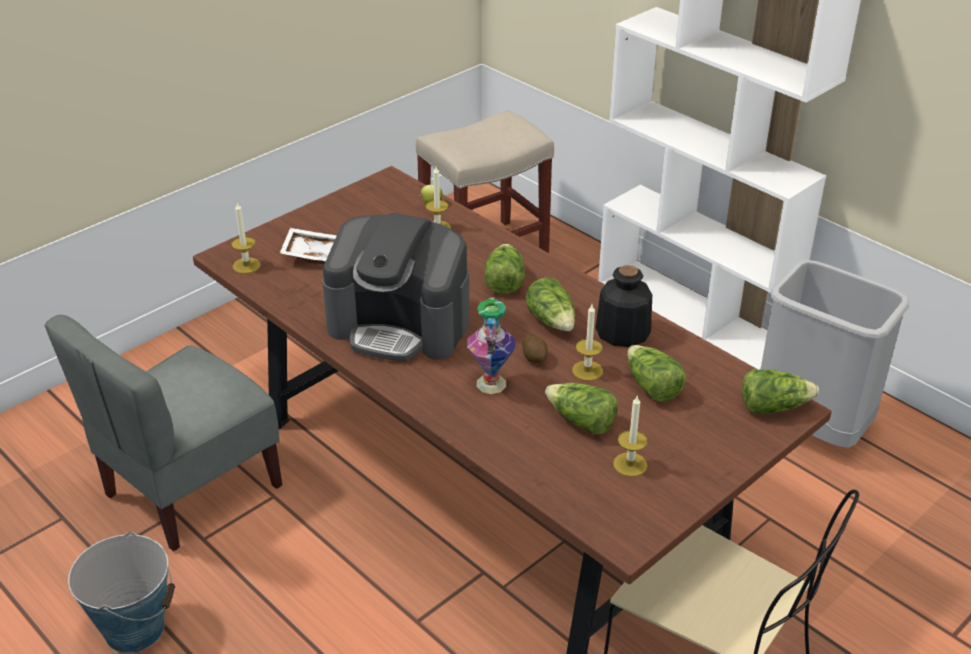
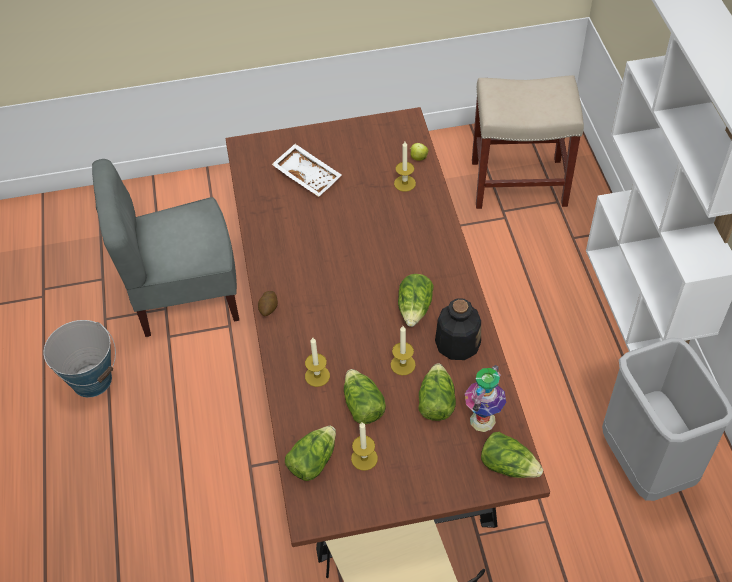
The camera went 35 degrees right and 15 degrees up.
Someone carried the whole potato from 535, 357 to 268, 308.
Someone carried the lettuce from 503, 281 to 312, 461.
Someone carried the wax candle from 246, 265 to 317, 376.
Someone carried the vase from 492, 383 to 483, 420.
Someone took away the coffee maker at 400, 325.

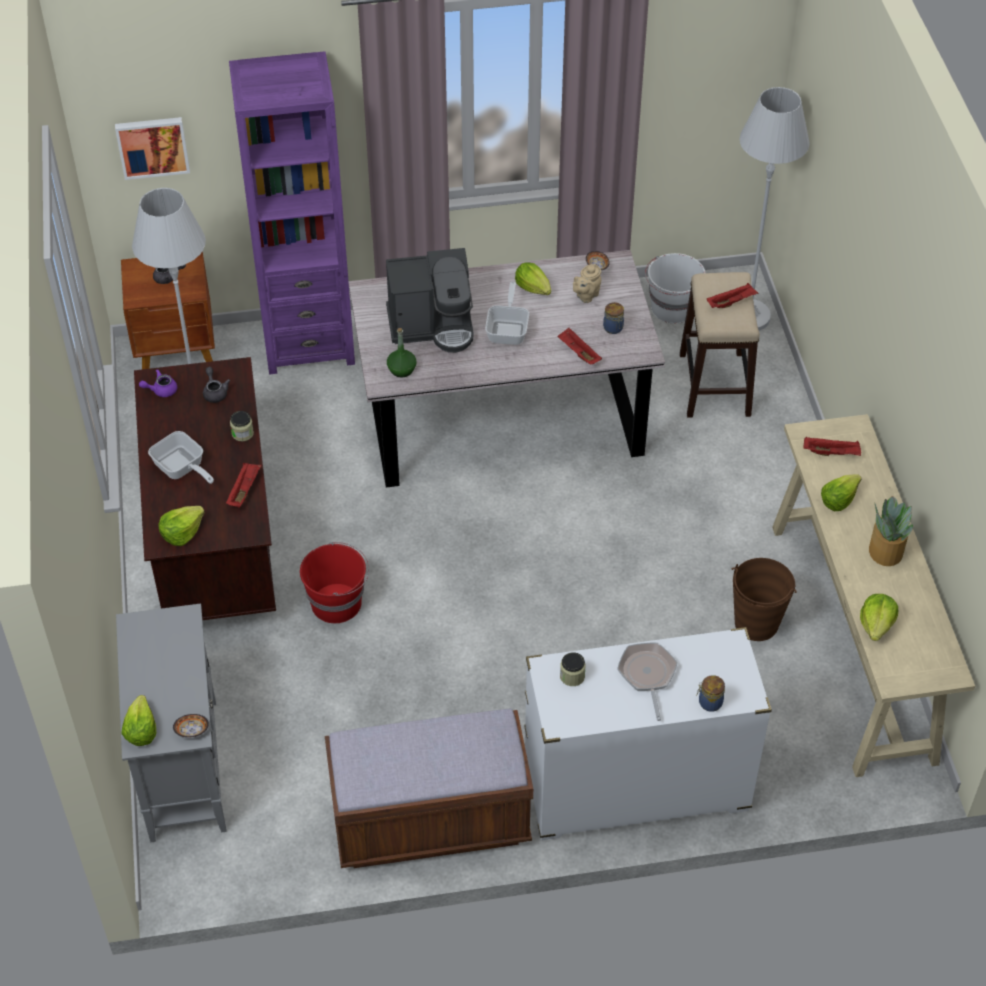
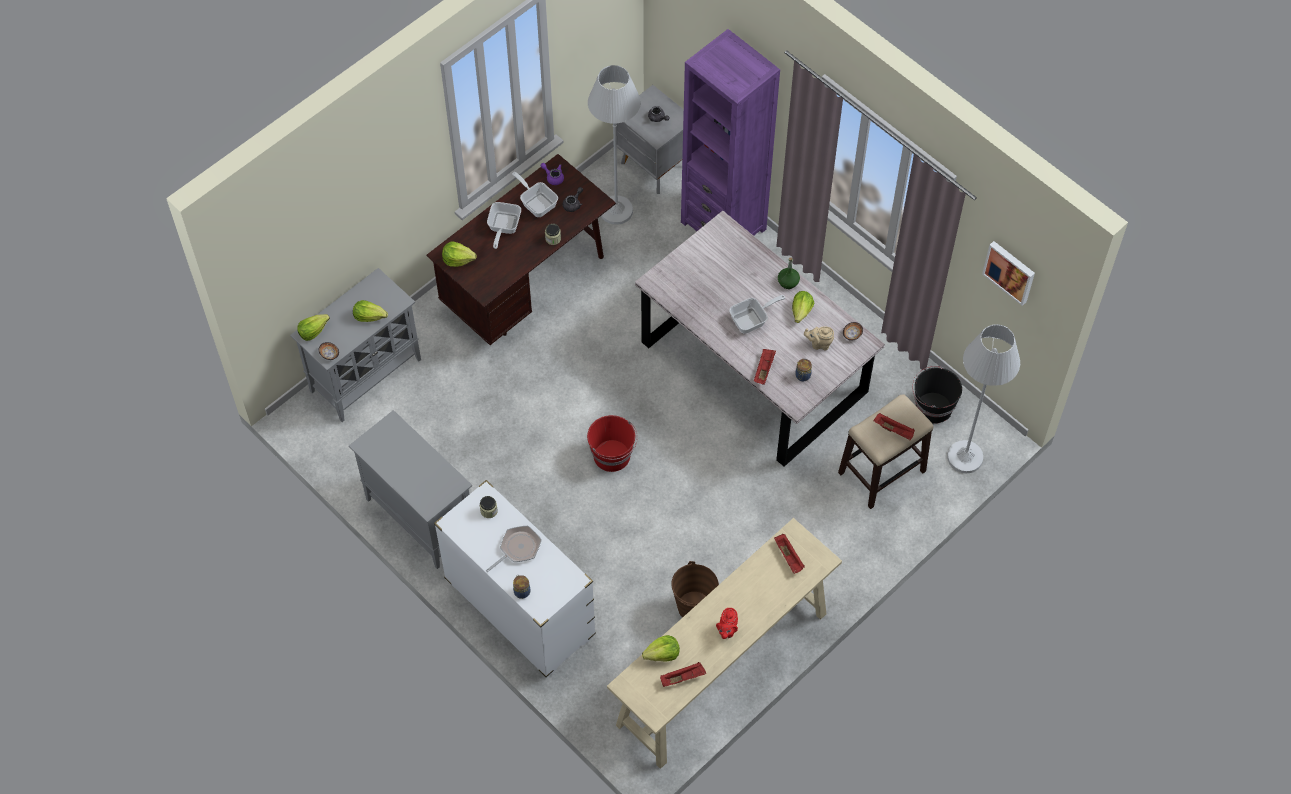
The camera went 55 degrees right and 10 degrees up.
Someone swapped the brown indoor bench at 430, 822 for the grey cabinet at 419, 517.
Someone carried the lettuce from 838, 499 to 369, 316.
Someone put down the frying pan at 536, 202.
Someone carried the reddish bucket from 337, 602 to 612, 456.
Someone repainted the brown night table at 179, 356, which became the grey night table at 656, 166.
Someone carried the reddish tray from 244, 490 to 683, 677.
Someone swapped the plant in a pot at 885, 552 for the reddish tea pot at 727, 630.
Someone carried the greenish drink bottle from 401, 369 to 788, 282.
Someone repainted the white-coloured bucket at 672, 308, which became the black bucket at 932, 407.
Someone carried the wall art from 152, 146 to 1010, 271.
Someone took away the coffee maker at 433, 326.

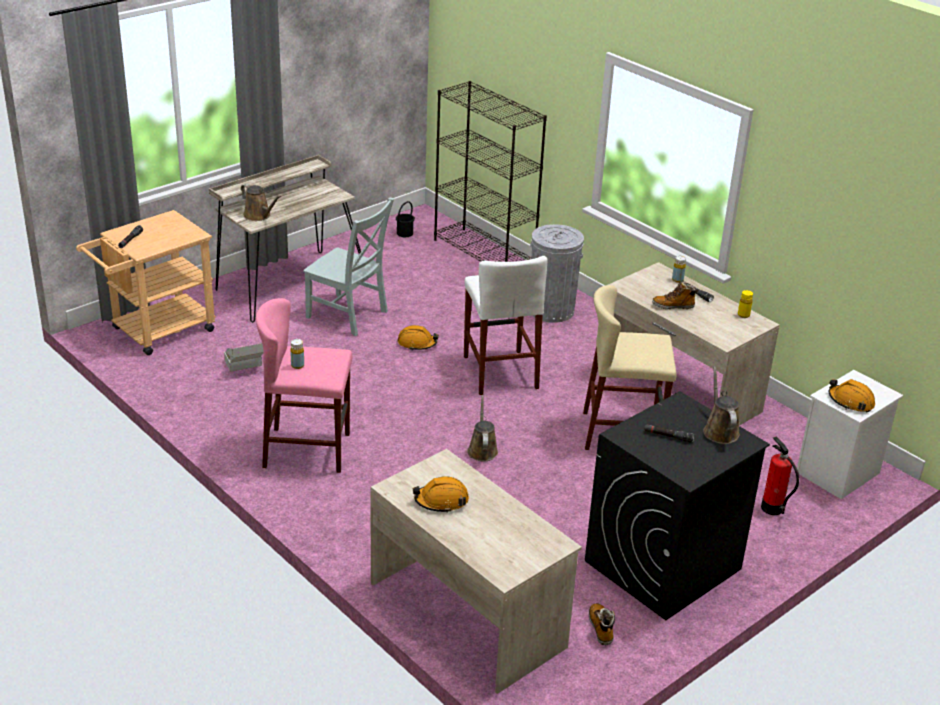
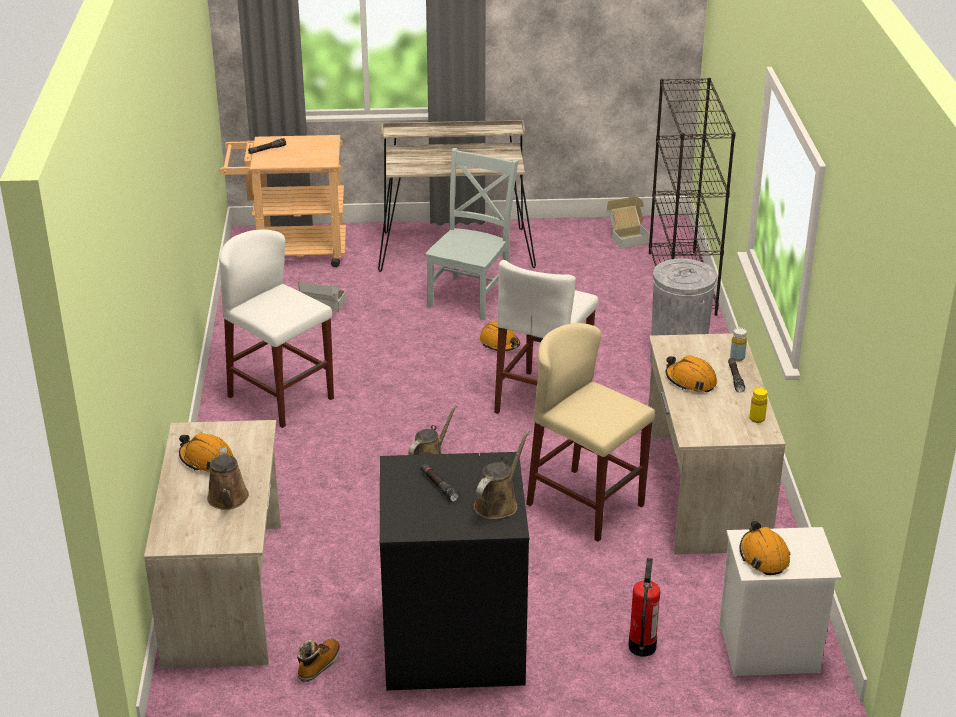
The camera went 40 degrees right and 0 degrees up.
Someone carried the brown watering can from 259, 216 to 228, 500.
Someone repainted the pink-coloured stool seat at 307, 450, which became the white-coloured stool seat at 281, 397.
Someone rotated the grey chair at 349, 316 by 135 degrees counterclockwise.
Someone swapped the black bucket at 404, 233 for the packing box at 627, 237.
Someone swapped the tall boot at 673, 306 for the orangey safety helmet at 690, 381.
Someone took away the yellow drink bottle at 297, 365.

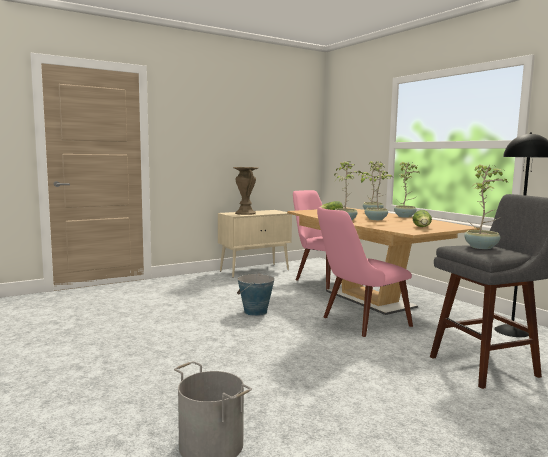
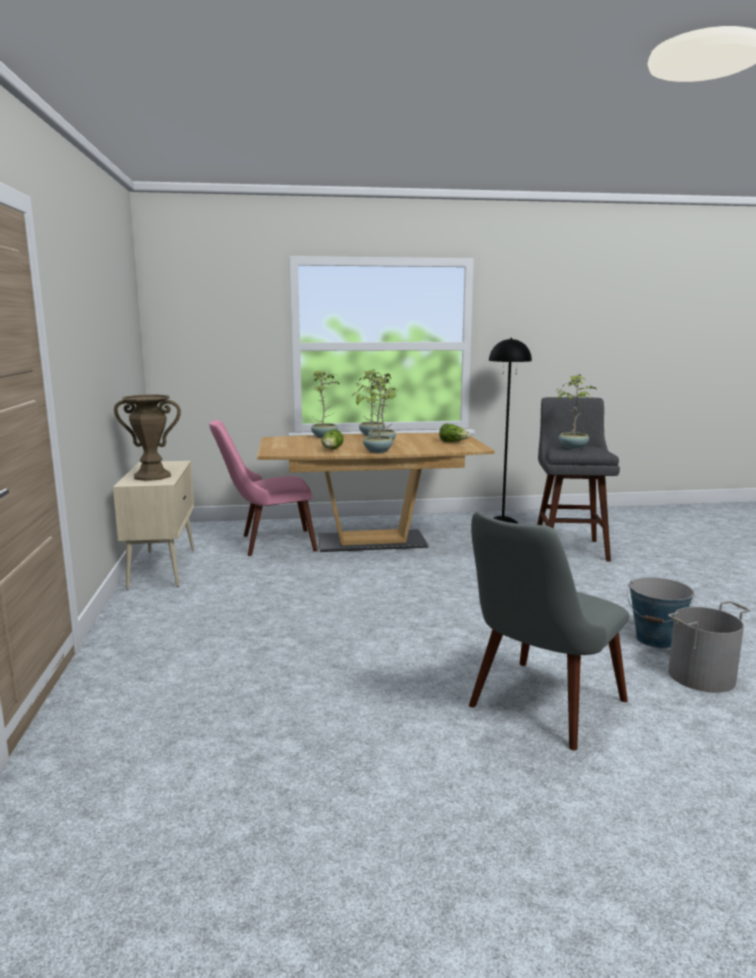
The camera went 65 degrees left and 5 degrees up.
Someone put down the grey chair at 537, 711.
Someone carried the bucket from 255, 312 to 656, 640.
Someone took away the pink-coloured chair at 358, 323.

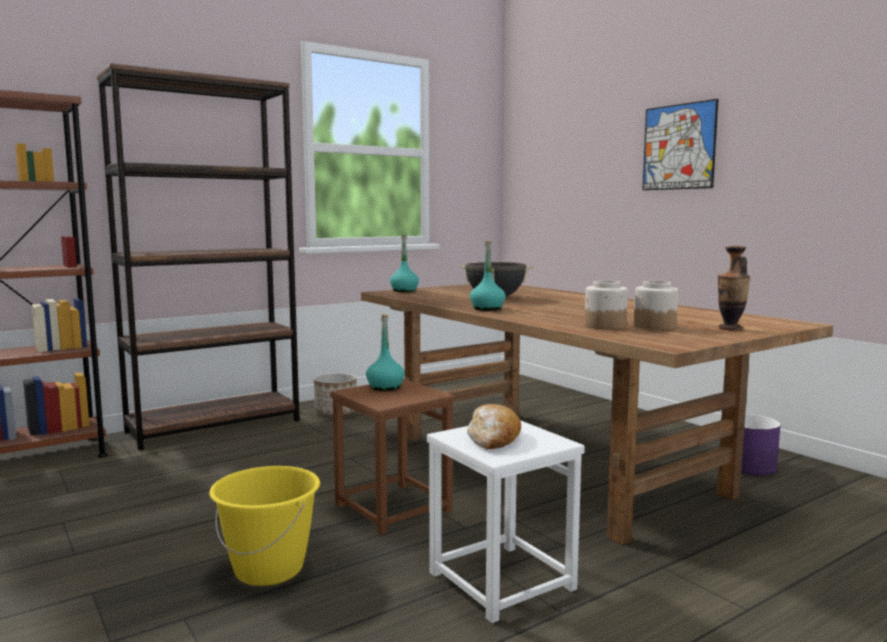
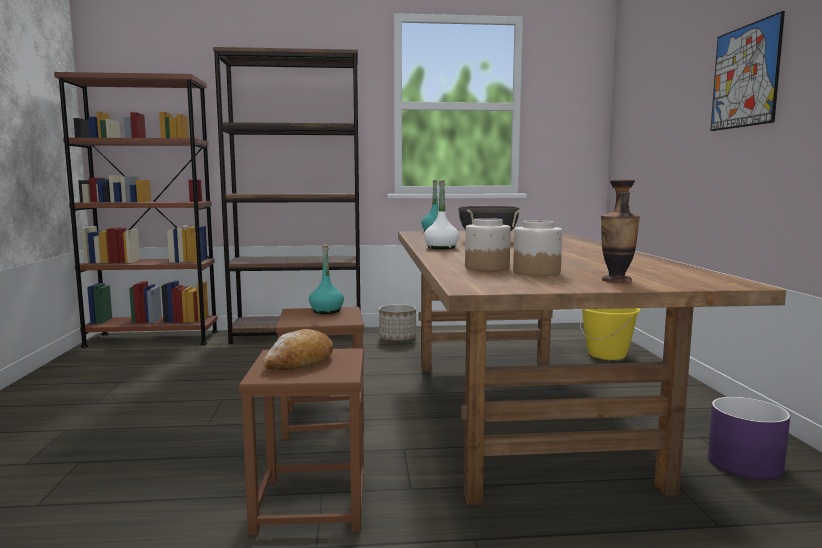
The camera went 30 degrees right and 0 degrees up.
Someone repainted the white-coloured stool seat at 500, 581, which became the brown stool seat at 310, 503.
Someone repainted the turquoise-coloured drink bottle at 487, 309, which became the white-coloured drink bottle at 441, 248.
Someone carried the yellow bucket from 269, 569 to 607, 354.

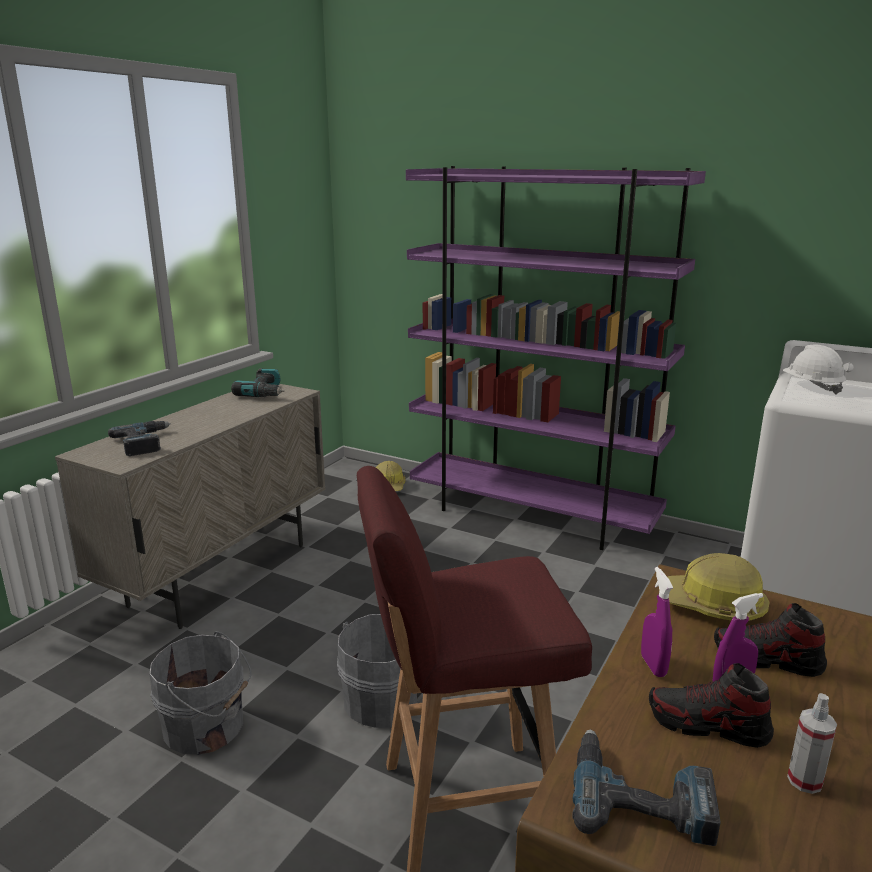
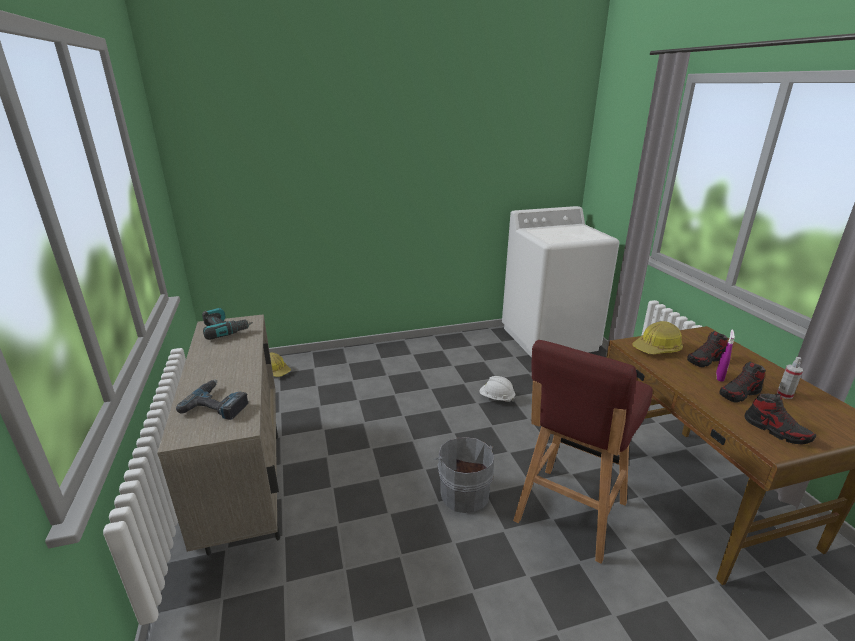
The camera went 45 degrees left and 5 degrees up.
Someone carried the white-coloured safety helmet from 811, 387 to 496, 398.
Someone swapped the electric drill at 640, 797 for the shoe at 776, 430.
Someone took away the grey bucket at 207, 728.
Someone took away the purplish bookshelf at 532, 515.
Someone took away the purplish spray bottle at 653, 666.

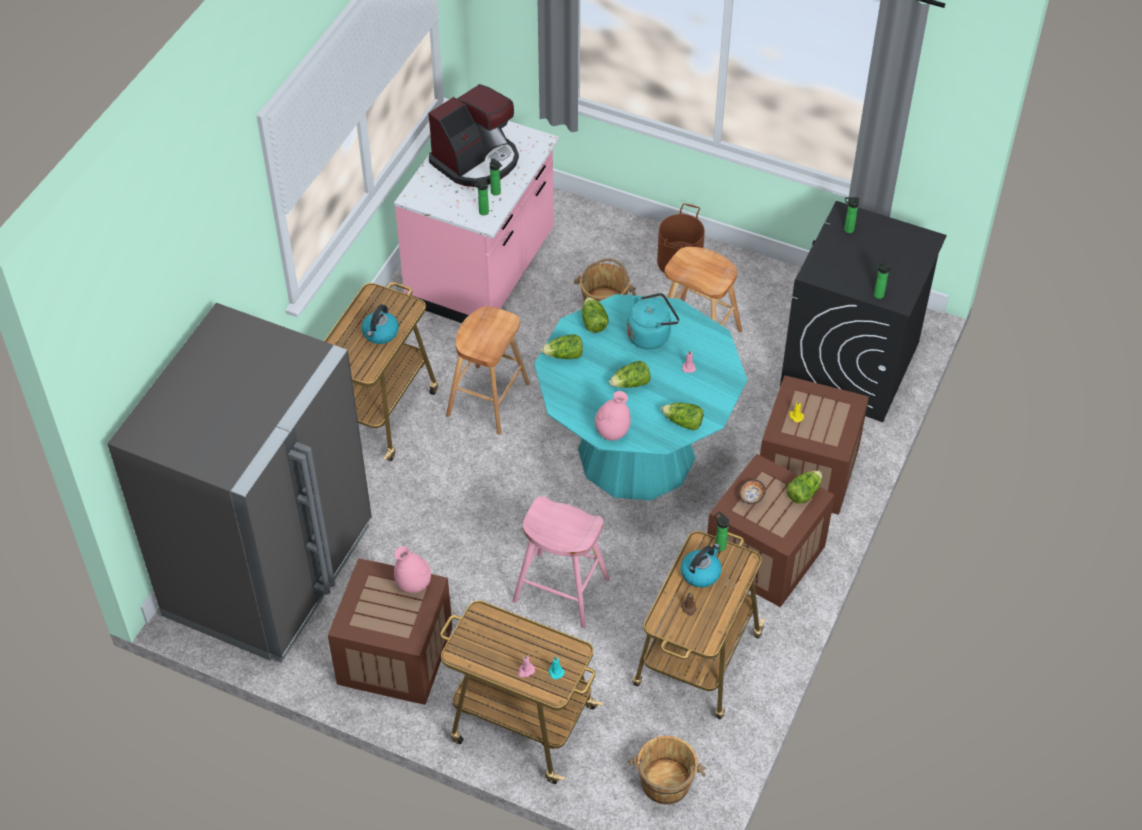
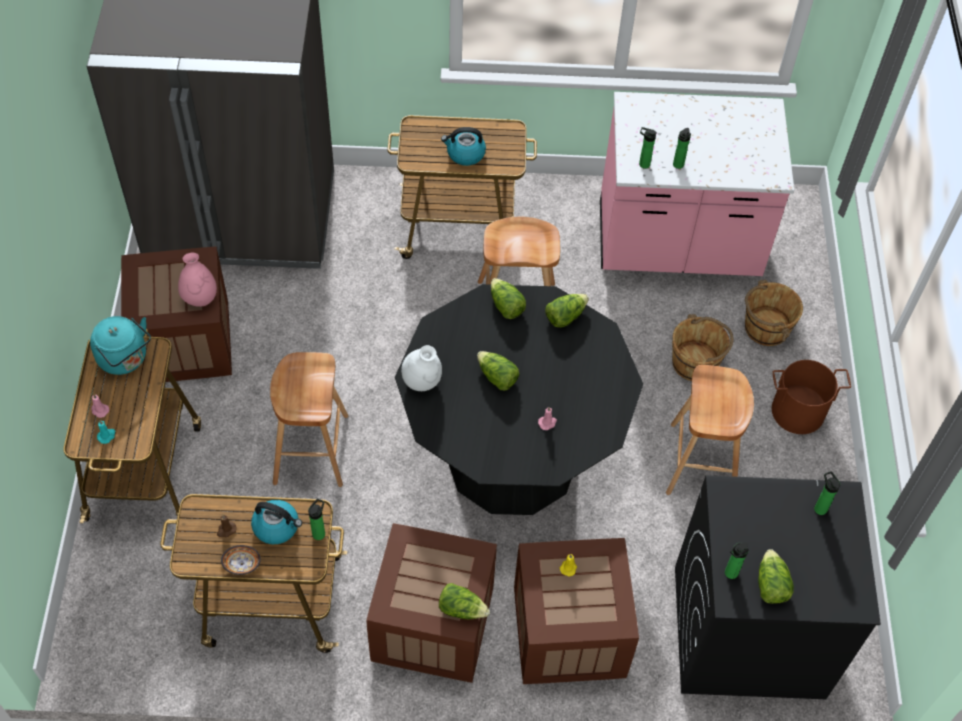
The camera went 65 degrees right and 5 degrees up.
Someone carried the turquoise-coloured tea kettle from 651, 335 to 125, 359.
Someone carried the deep dish from 750, 497 to 241, 563.
Someone repainted the pink-coloured stool seat at 561, 590, which became the brown stool seat at 311, 449.
Someone repainted the turquoise-coloured dinner table at 636, 453, which became the black dinner table at 512, 458.
Someone repainted the pink-coloured vase at 612, 432, which became the white-coloured vase at 421, 382.
Someone carried the brown bucket from 665, 784 to 765, 328.
Someone carried the lettuce from 683, 422 to 770, 584.
Someone took away the coffee maker at 476, 160.

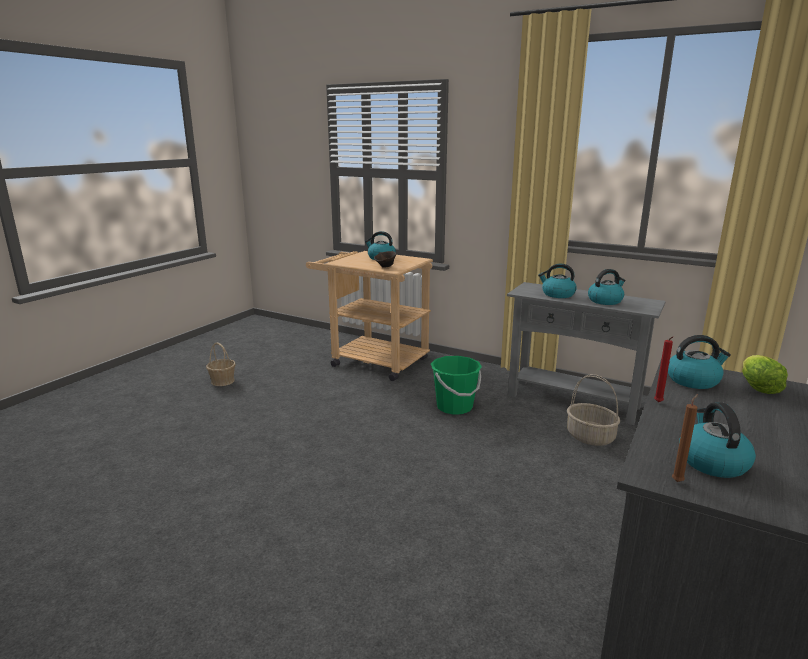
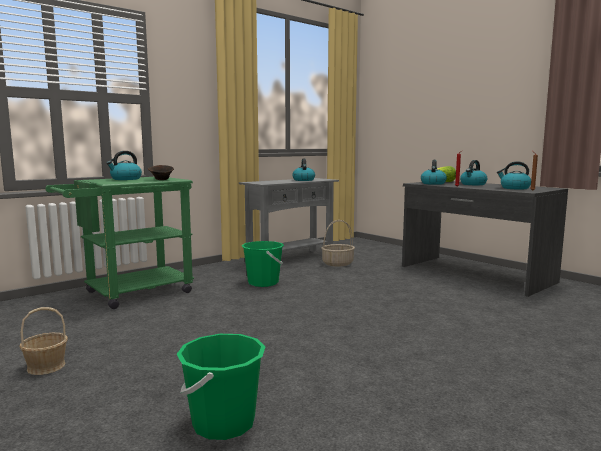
The camera went 70 degrees left and 10 degrees down.
Someone repainted the sand-coloured cart at 372, 360, which became the greenish cart at 130, 294.
Someone put down the greenish bucket at 223, 423.
Someone carried the tea kettle from 557, 294 to 473, 184.

